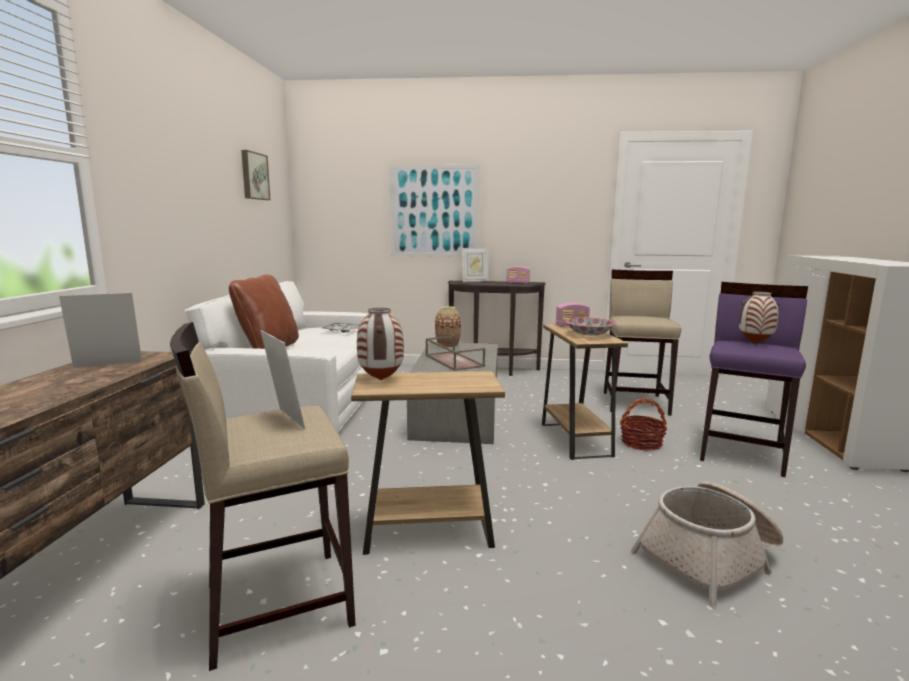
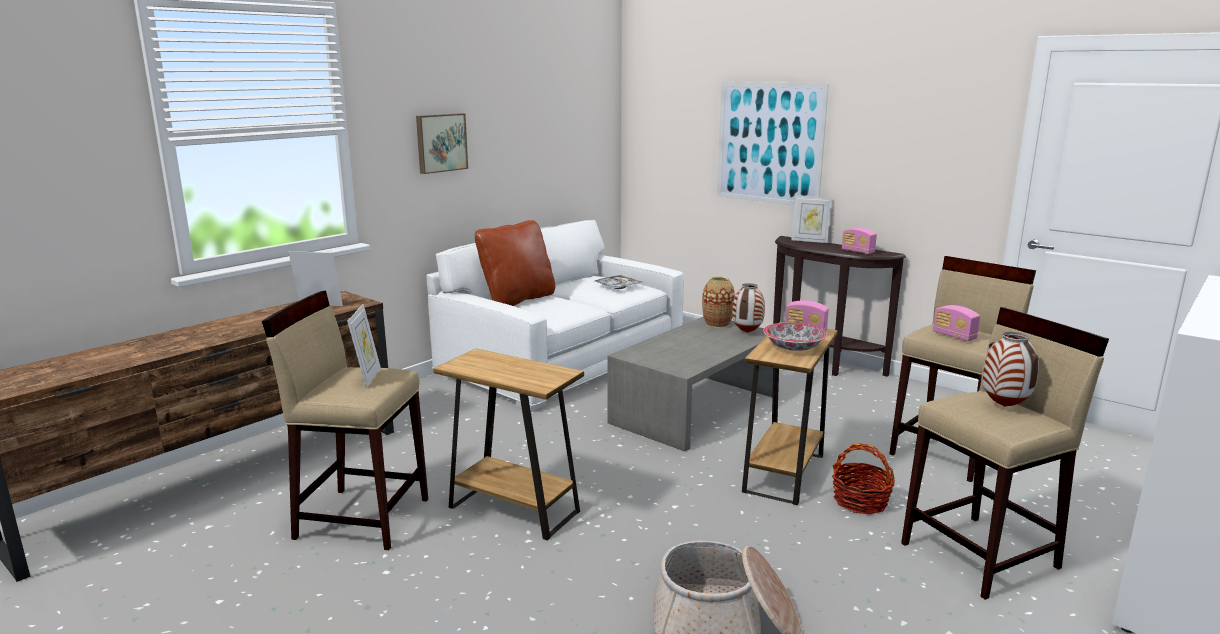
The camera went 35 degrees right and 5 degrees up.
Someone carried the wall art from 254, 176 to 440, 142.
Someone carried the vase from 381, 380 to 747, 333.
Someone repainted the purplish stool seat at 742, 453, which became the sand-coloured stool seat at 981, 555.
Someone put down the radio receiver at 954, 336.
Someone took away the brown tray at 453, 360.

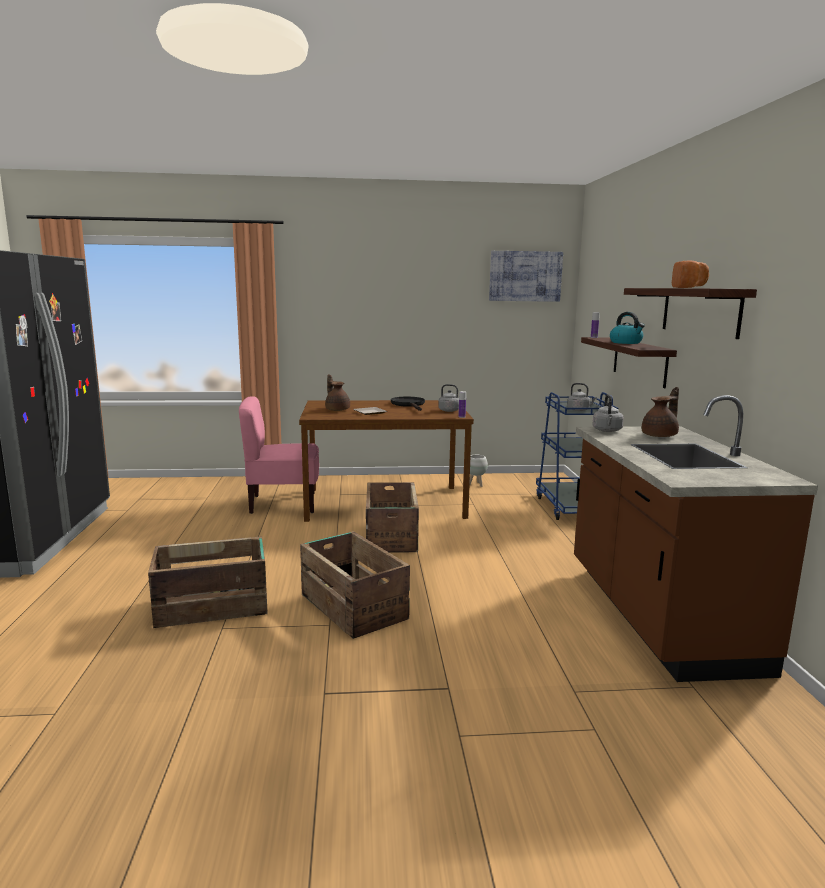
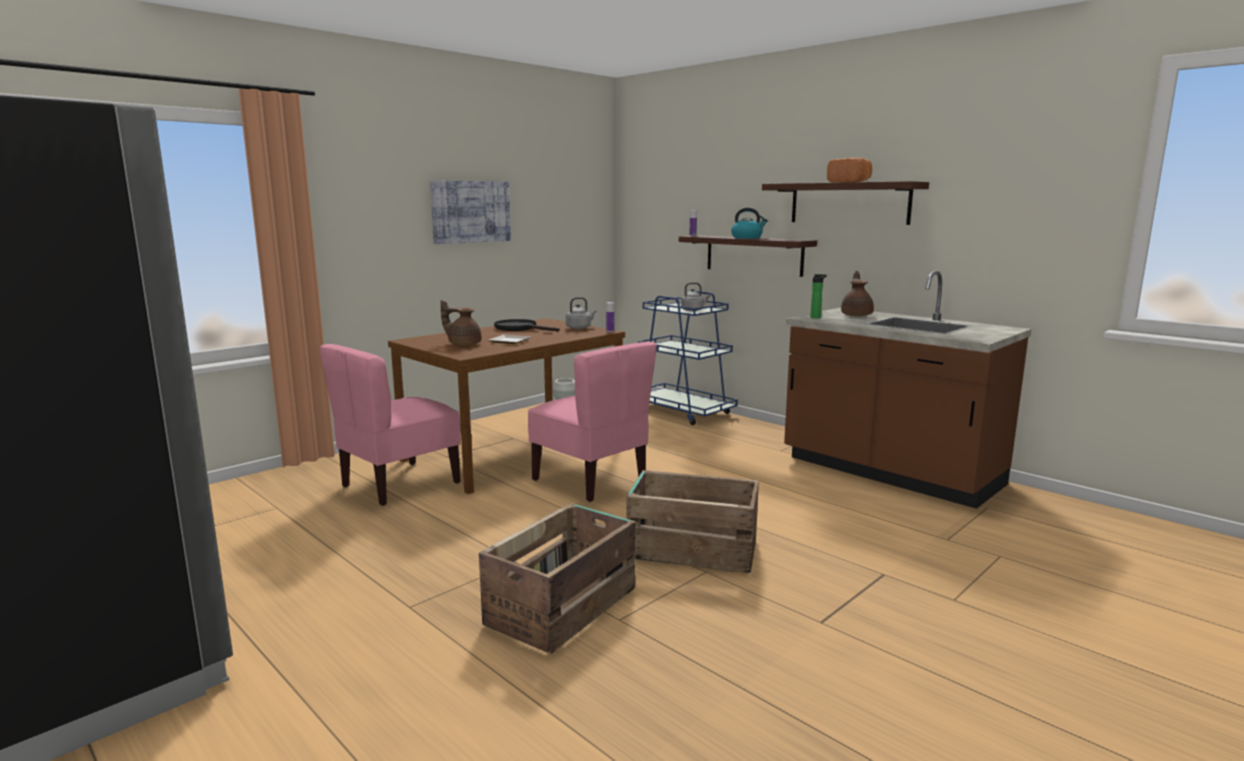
The camera went 40 degrees left and 0 degrees up.
Someone carried the wall art from 525, 276 to 471, 211.
Someone swapped the shipping crate at 390, 537 for the pink-coloured chair at 591, 480.
Someone swapped the grey tea kettle at 607, 431 for the drink bottle at 816, 317.

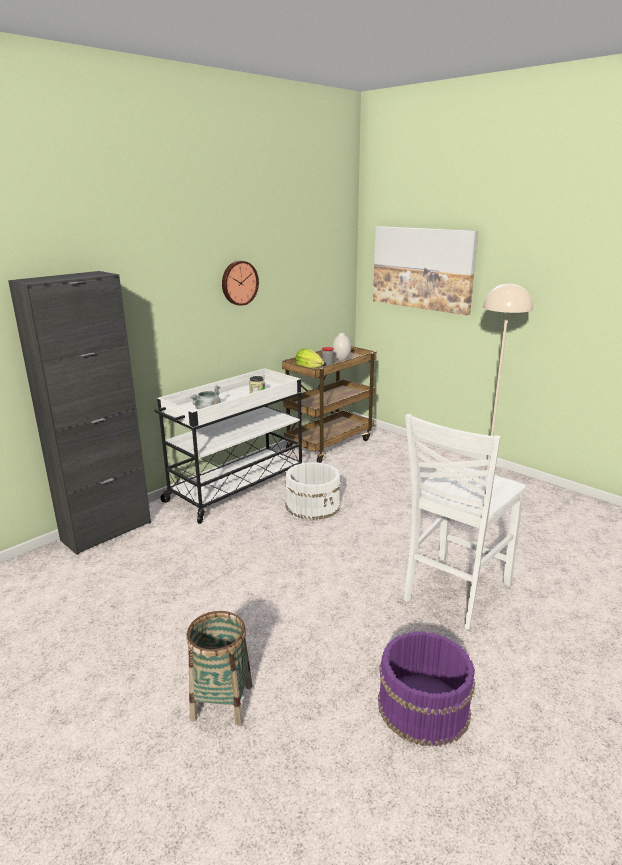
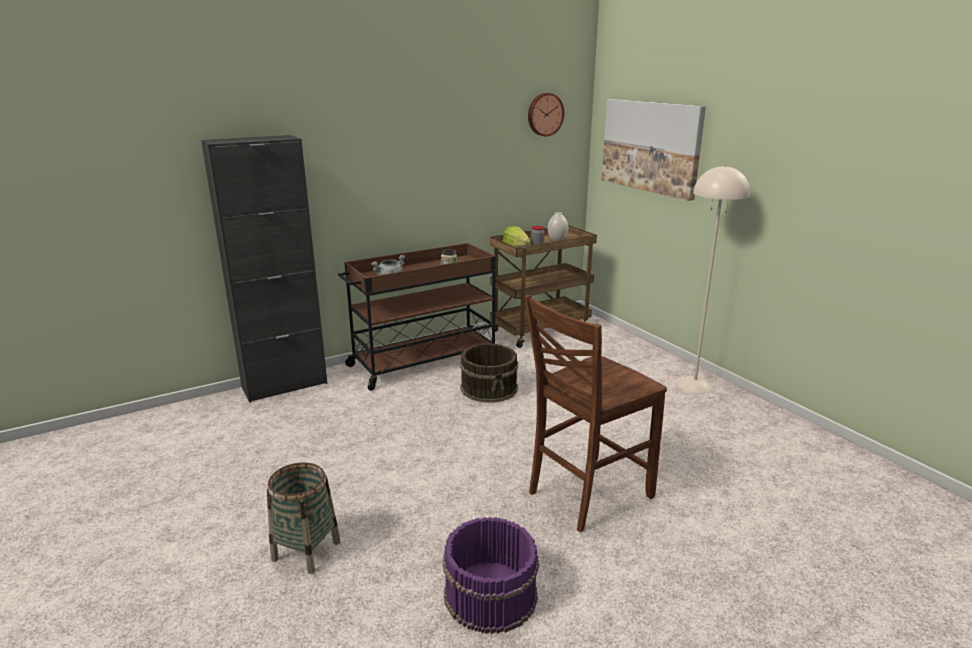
The camera went 15 degrees right and 0 degrees up.
Someone repainted the white-coloured cart at 236, 488, which became the brown cart at 423, 362.
Someone repainted the white-coloured bucket at 313, 505, which became the brown bucket at 489, 388.
Someone repainted the white-coloured chair at 454, 592, which became the brown chair at 586, 494.
Someone carried the hanging clock from 239, 283 to 544, 114.

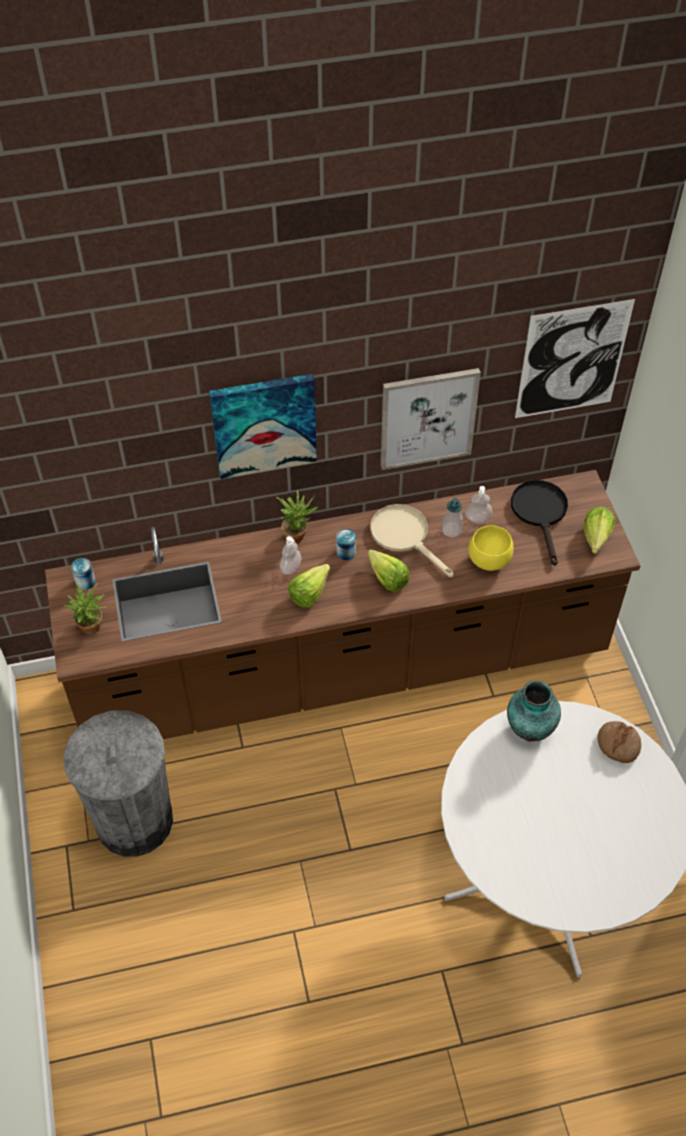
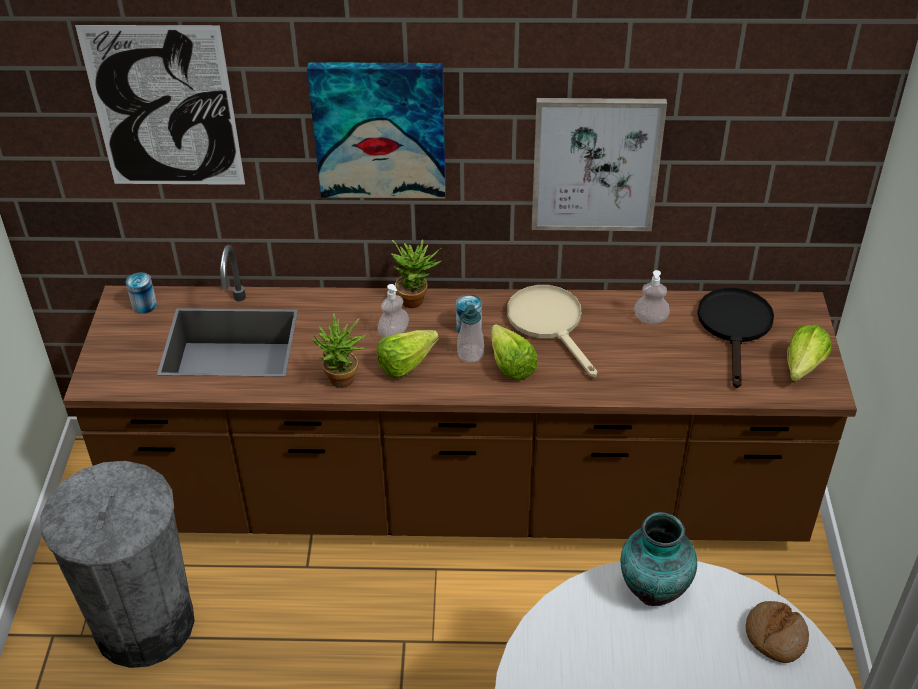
The camera went 15 degrees right and 10 degrees down.
Someone carried the wall art from 572, 360 to 164, 108.
Someone carried the plant in a pot from 92, 629 to 342, 383.
Someone carried the soap bottle from 451, 530 to 470, 354.
Someone took away the yellow deep dish at 487, 560.

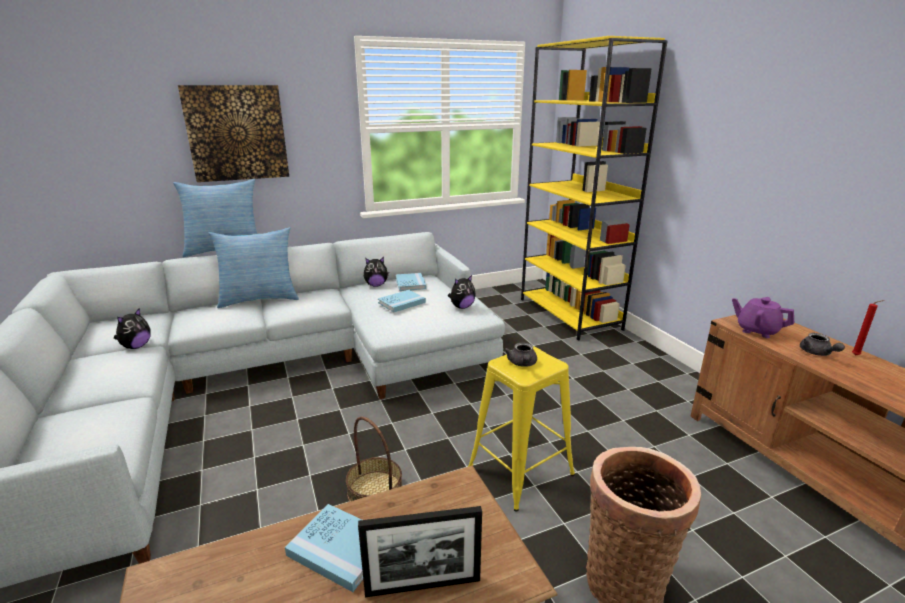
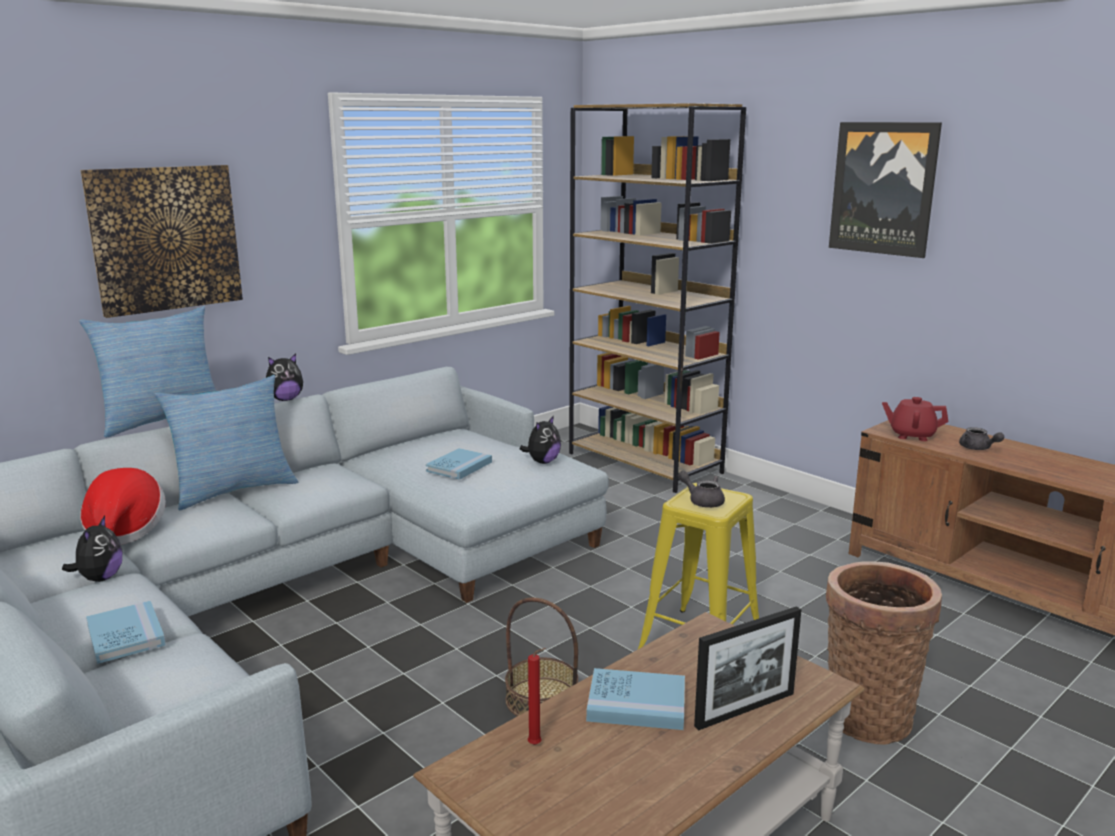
The camera went 20 degrees left and 5 degrees down.
Someone put down the hat at 125, 531.
Someone carried the bluish bound book from 410, 283 to 126, 635.
Someone carried the soft toy from 376, 285 to 285, 399.
Someone carried the reddish wax candle from 857, 355 to 537, 745.
Someone repainted the yellow bookshelf at 570, 314, which became the brown bookshelf at 645, 463.
Someone rotated the grey tea pot at 522, 364 by 150 degrees clockwise.
Someone put up the wall art at 883, 188.
Someone repainted the purplish tea pot at 757, 330, which became the reddish tea pot at 911, 435.

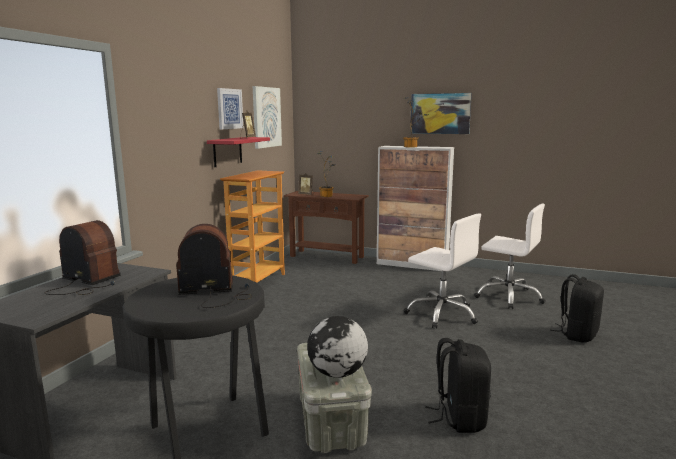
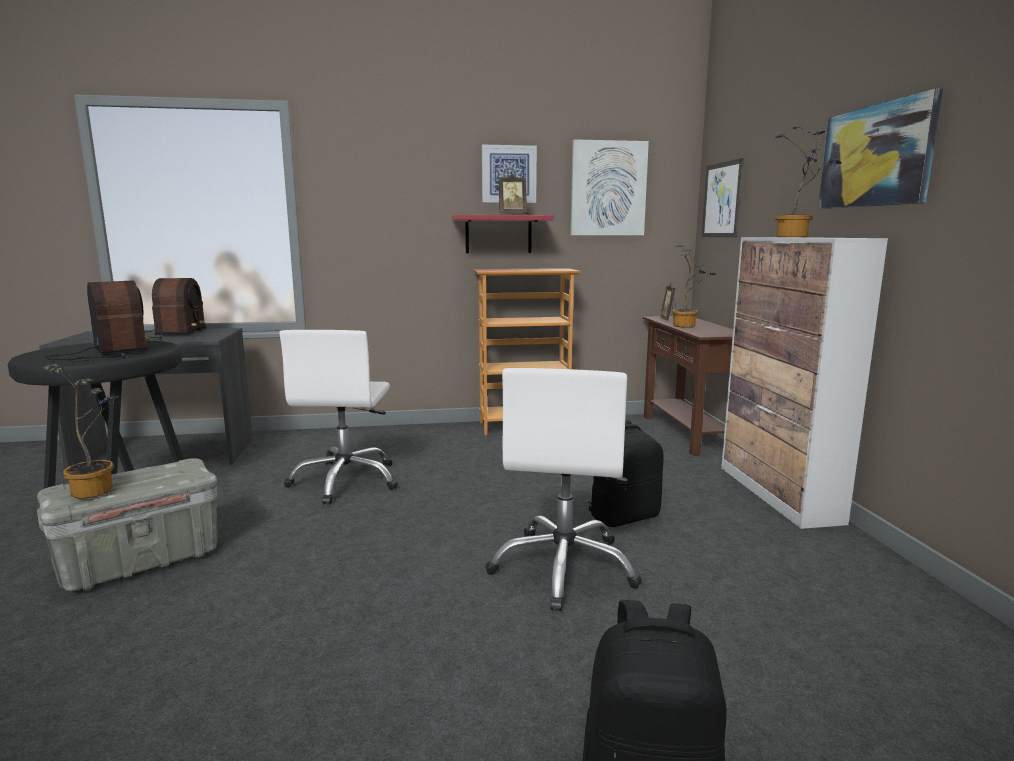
The camera went 60 degrees right and 0 degrees up.
Someone swapped the world globe at 337, 373 for the plant in a pot at 98, 489.
Someone carried the white-coloured office chair from 508, 296 to 346, 481.
Someone carried the black backpack from 459, 417 to 623, 516.
Someone put up the wall art at 722, 200.

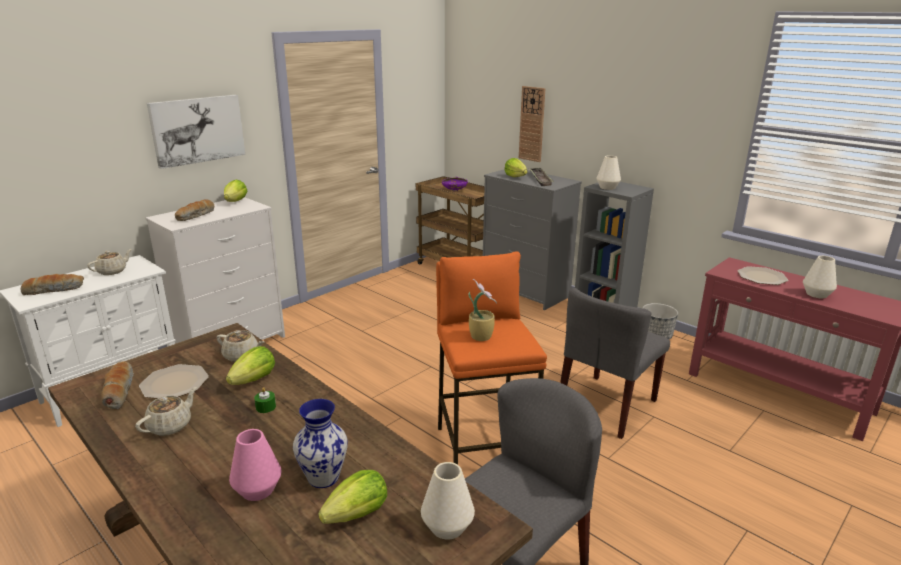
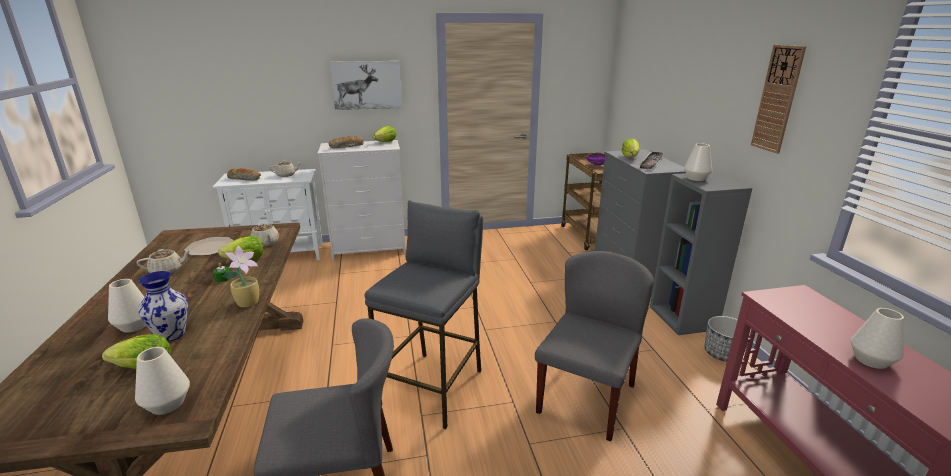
The camera went 35 degrees right and 0 degrees up.
Someone repainted the pink-coloured vase at 257, 490, which became the white-coloured vase at 134, 326.
Someone carried the plant in a pot from 481, 336 to 249, 302.
Someone repainted the orangey stool seat at 483, 452, which became the grey stool seat at 433, 387.
Someone rotated the grey chair at 607, 406 by 135 degrees clockwise.
Someone carried the hanging clock from 532, 124 to 777, 99.
Someone took away the bakery bread at 119, 391.
Someone took away the dinner plate at 761, 277.

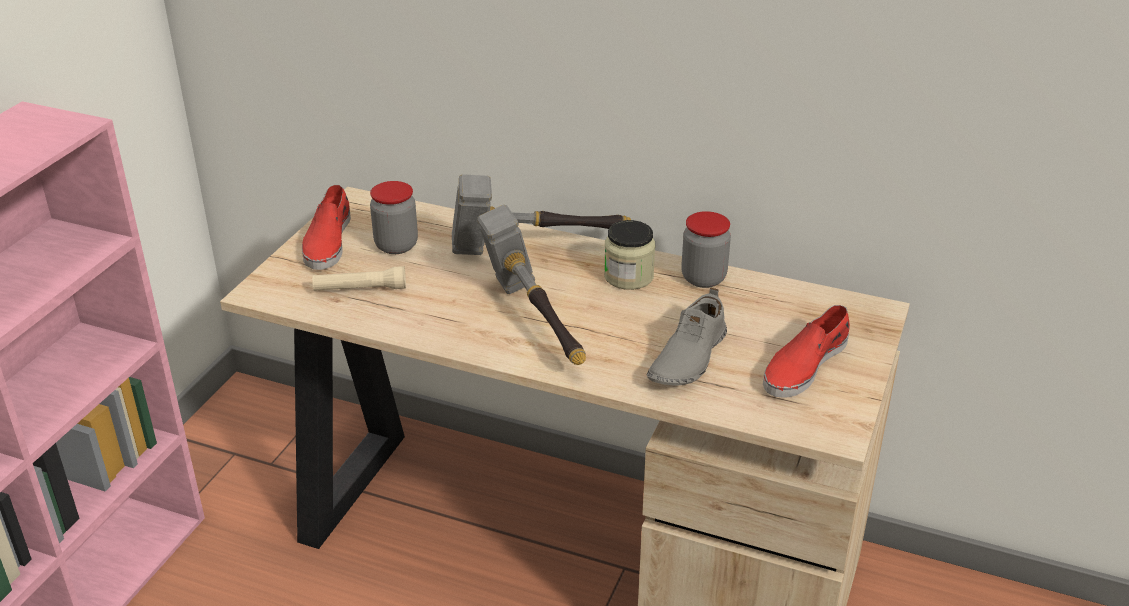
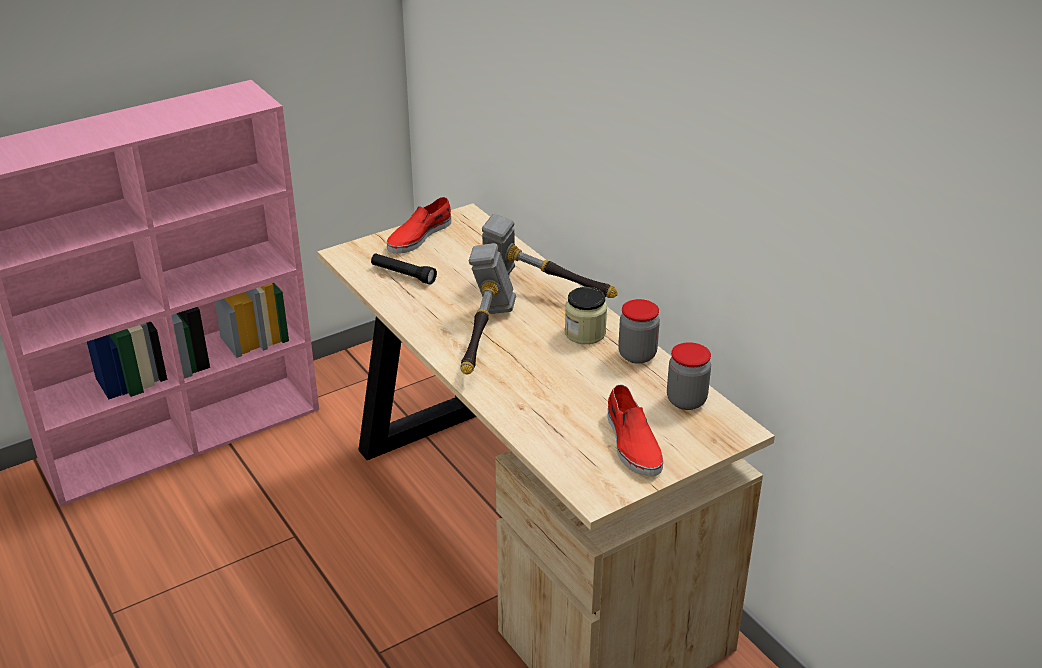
The camera went 35 degrees right and 0 degrees up.
Someone repainted the sand-coloured torch at 360, 289, which became the black torch at 403, 274.
Someone rotated the reddish shoe at 804, 365 by 90 degrees counterclockwise.
Someone carried the preserve jar from 396, 245 to 686, 400.
Someone took away the grey shoe at 687, 357.

